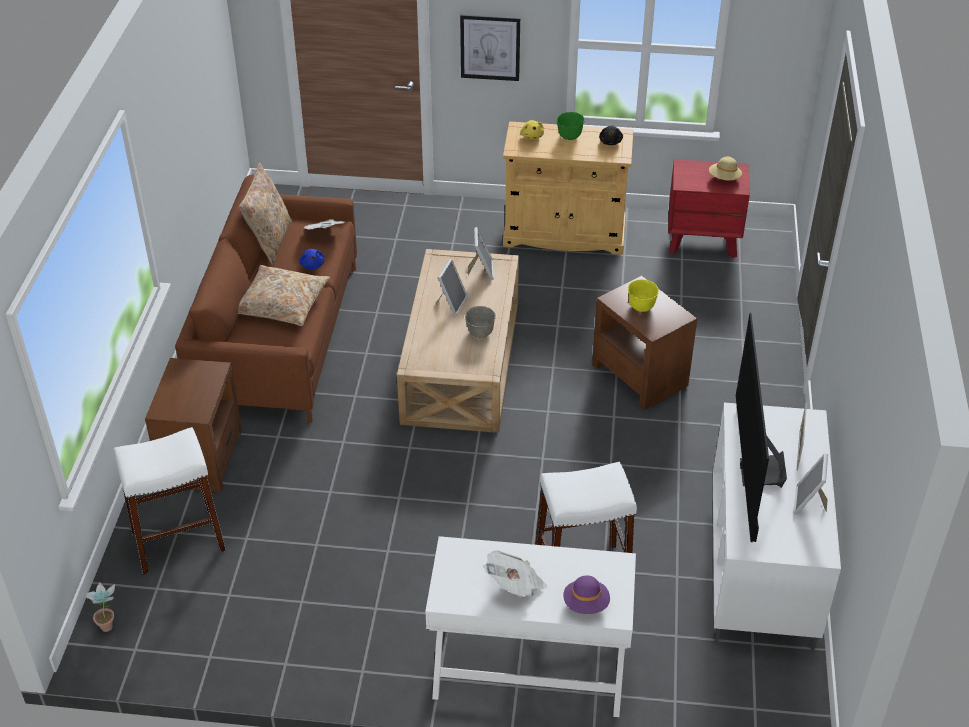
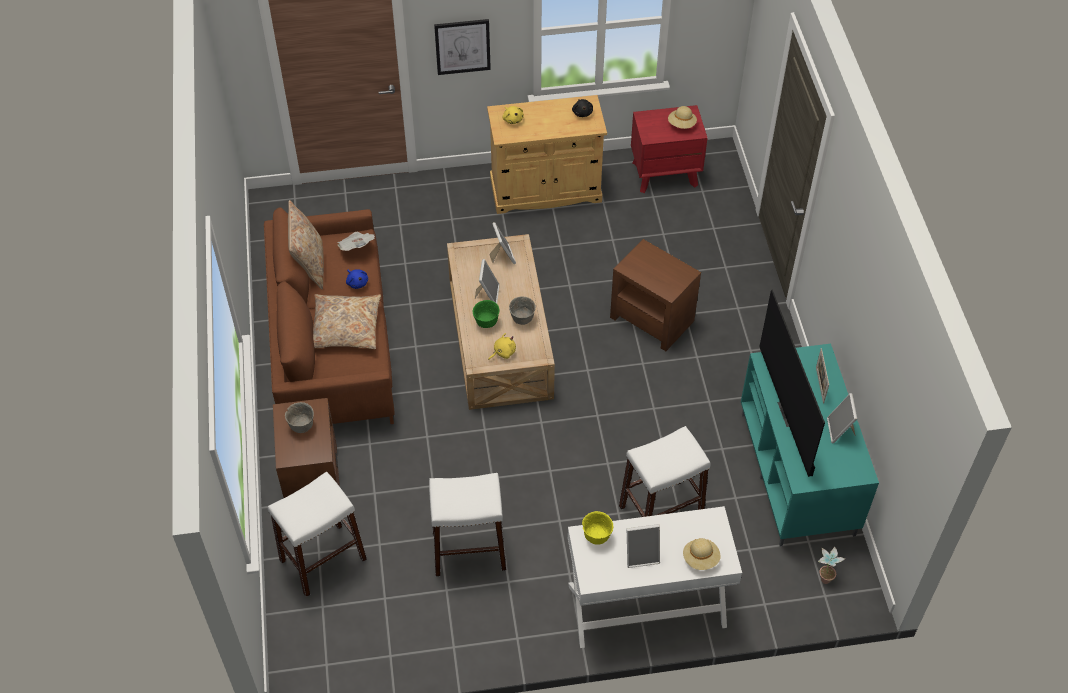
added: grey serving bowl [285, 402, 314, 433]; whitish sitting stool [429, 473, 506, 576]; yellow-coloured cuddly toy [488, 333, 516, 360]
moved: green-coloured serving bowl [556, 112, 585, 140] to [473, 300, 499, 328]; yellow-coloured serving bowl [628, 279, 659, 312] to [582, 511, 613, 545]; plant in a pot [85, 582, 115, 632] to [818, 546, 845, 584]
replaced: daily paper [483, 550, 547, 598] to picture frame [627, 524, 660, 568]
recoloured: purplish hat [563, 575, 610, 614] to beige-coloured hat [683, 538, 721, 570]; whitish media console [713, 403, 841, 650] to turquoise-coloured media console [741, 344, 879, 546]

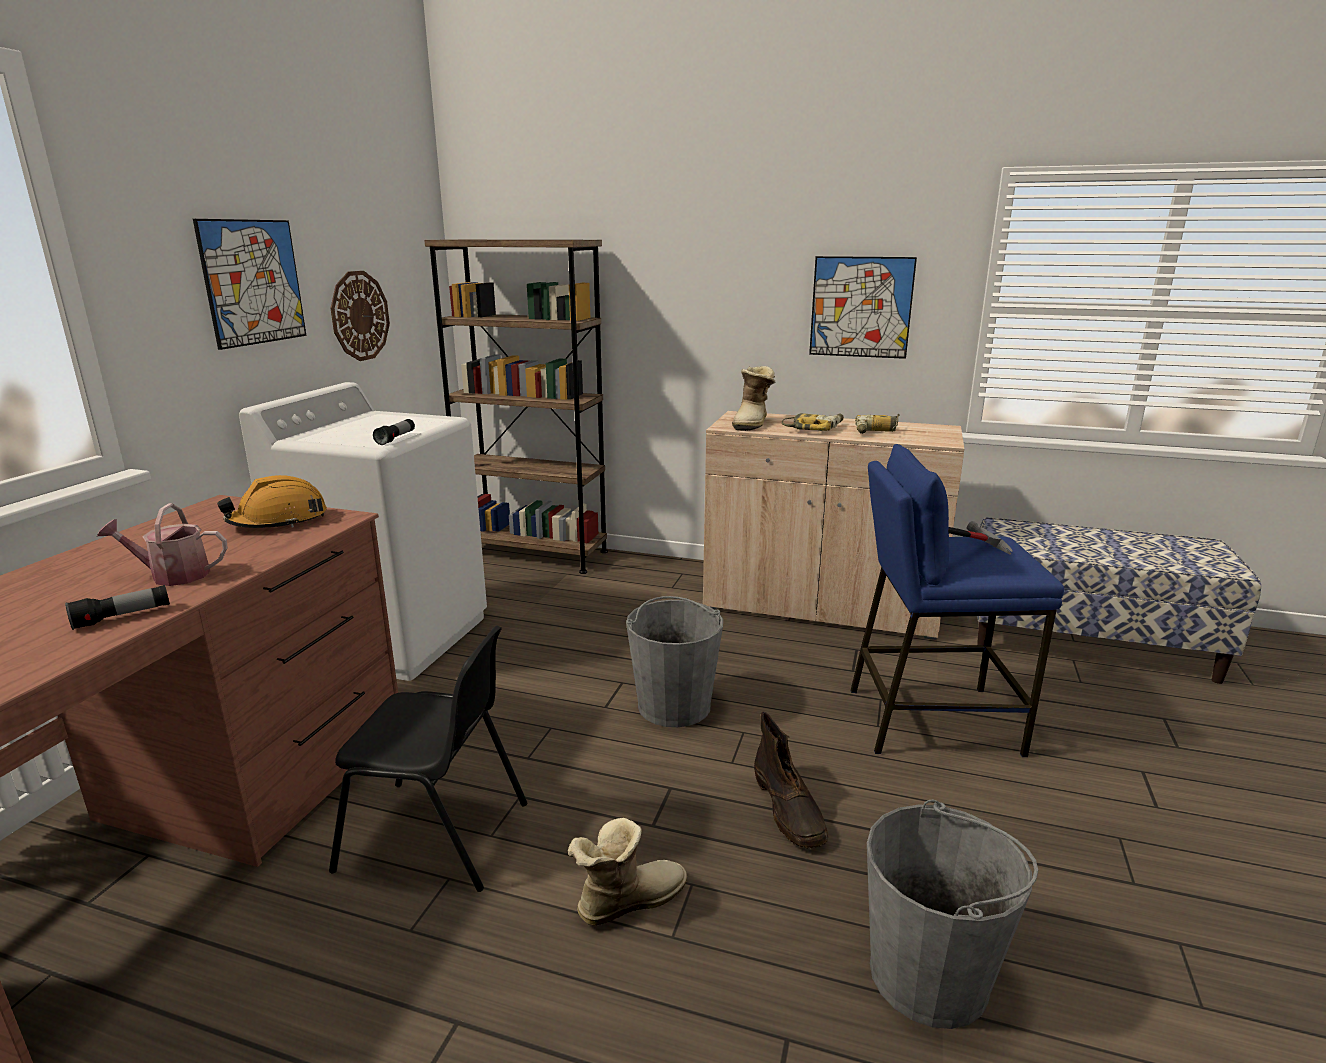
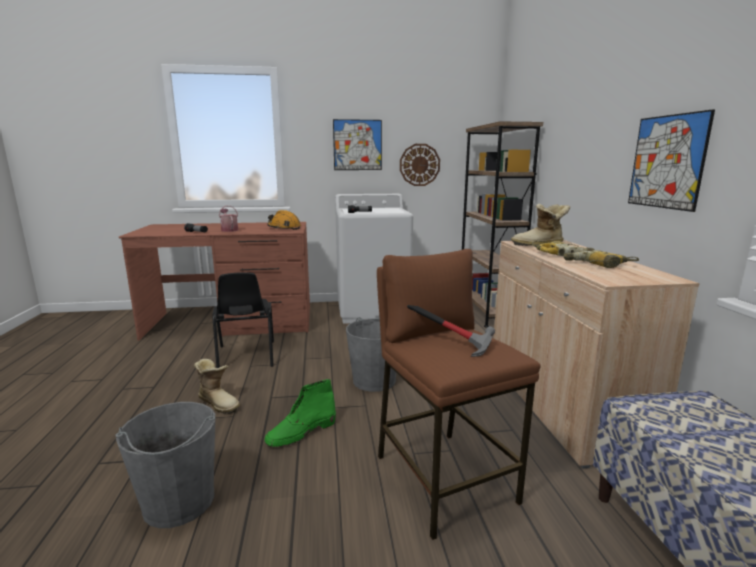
recoloured: brown tall boot [754, 711, 828, 848] to green-coloured tall boot [264, 379, 336, 447]; blue-coloured sitting stool [850, 444, 1064, 757] to brown sitting stool [377, 249, 541, 540]

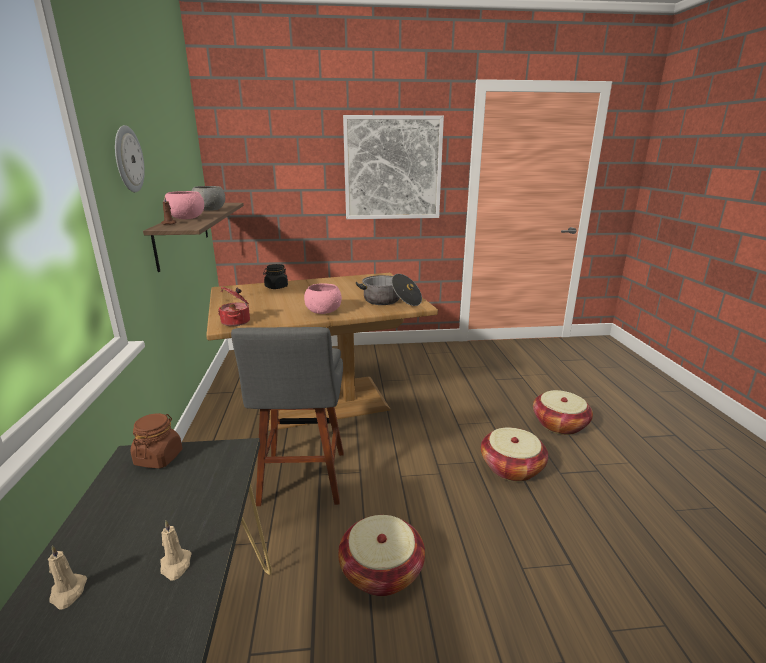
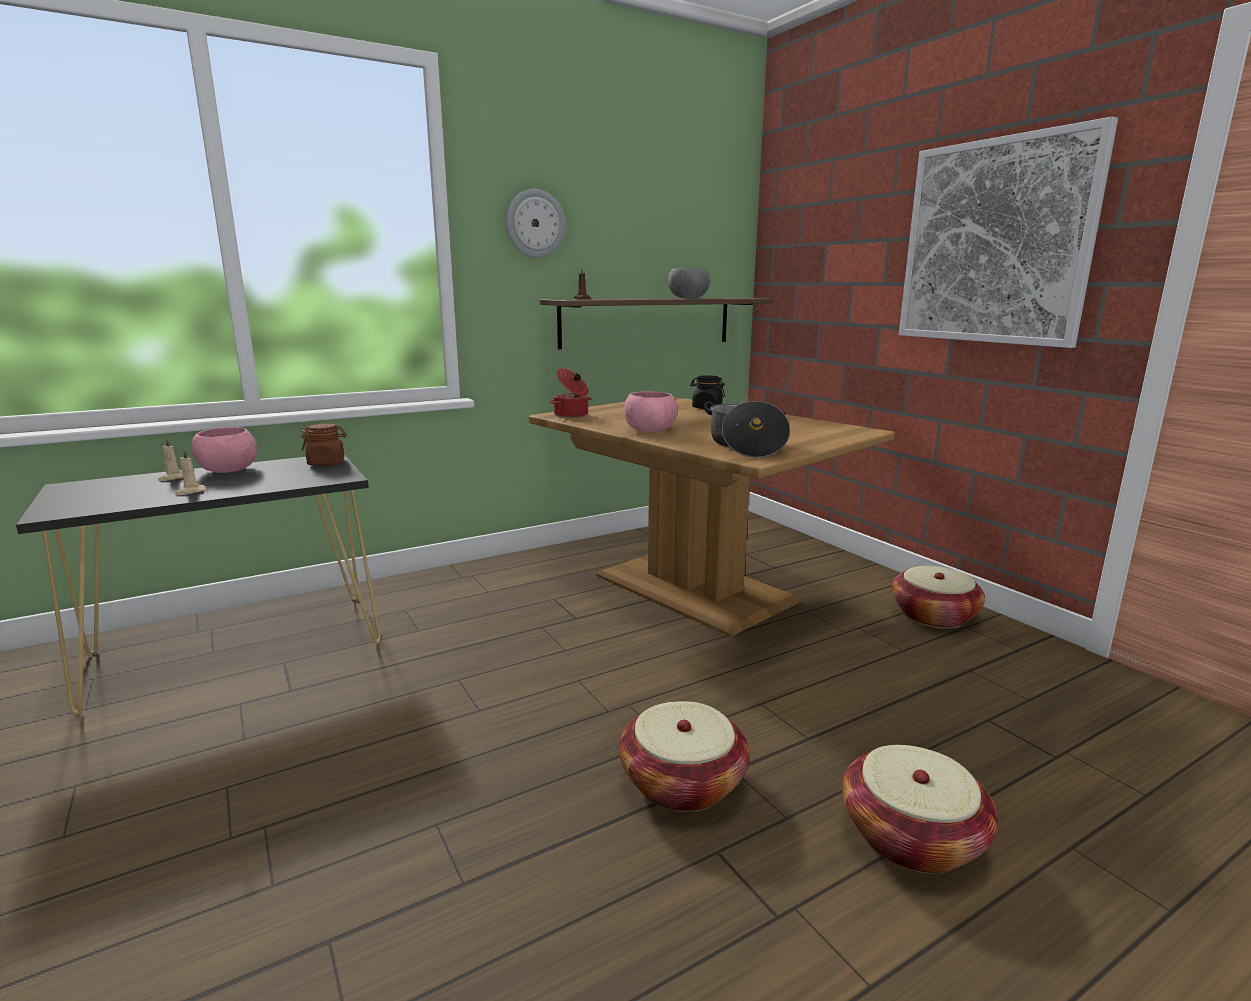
removed: grey sitting stool [231, 327, 344, 506]
moved: pinkish serving bowl [165, 191, 204, 219] to [191, 427, 257, 473]; storage basket [338, 515, 425, 596] to [892, 566, 985, 629]

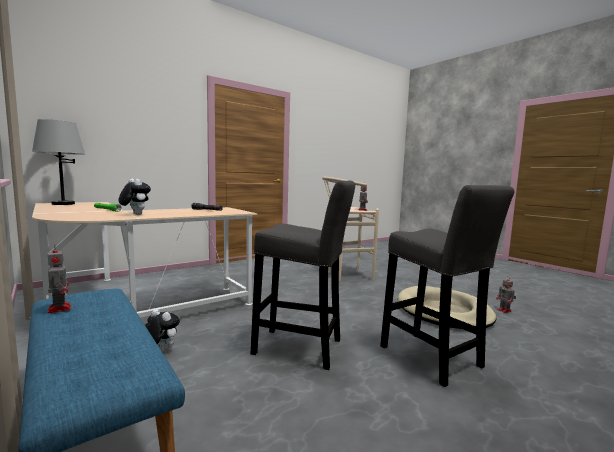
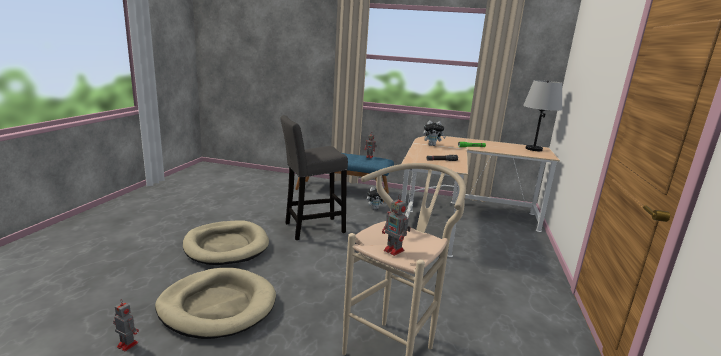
replaced: grey sitting stool [380, 185, 514, 387] to beige-coloured pet bed [183, 221, 269, 265]

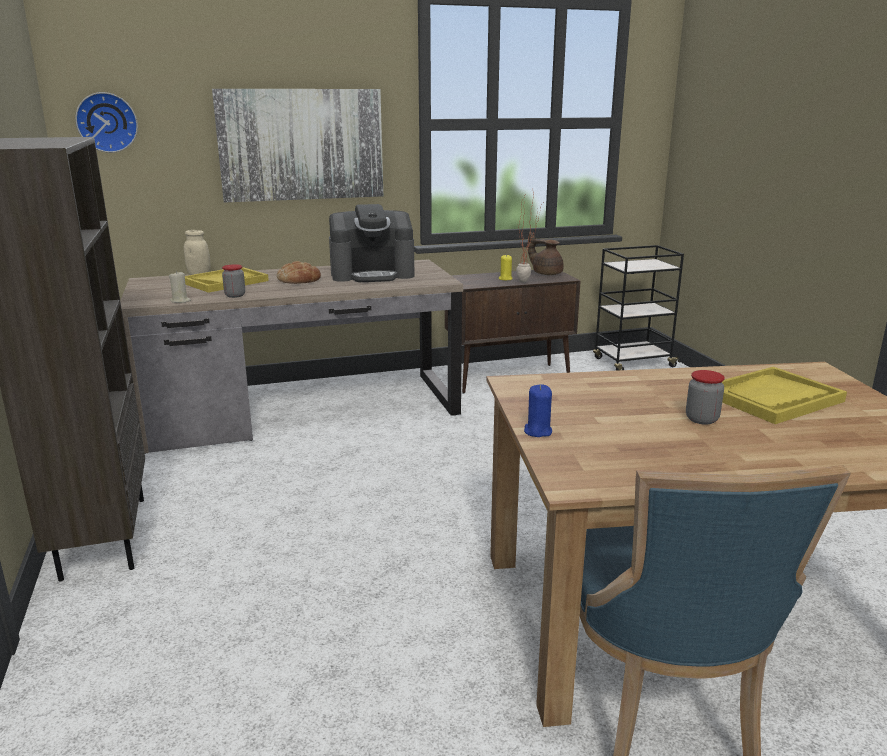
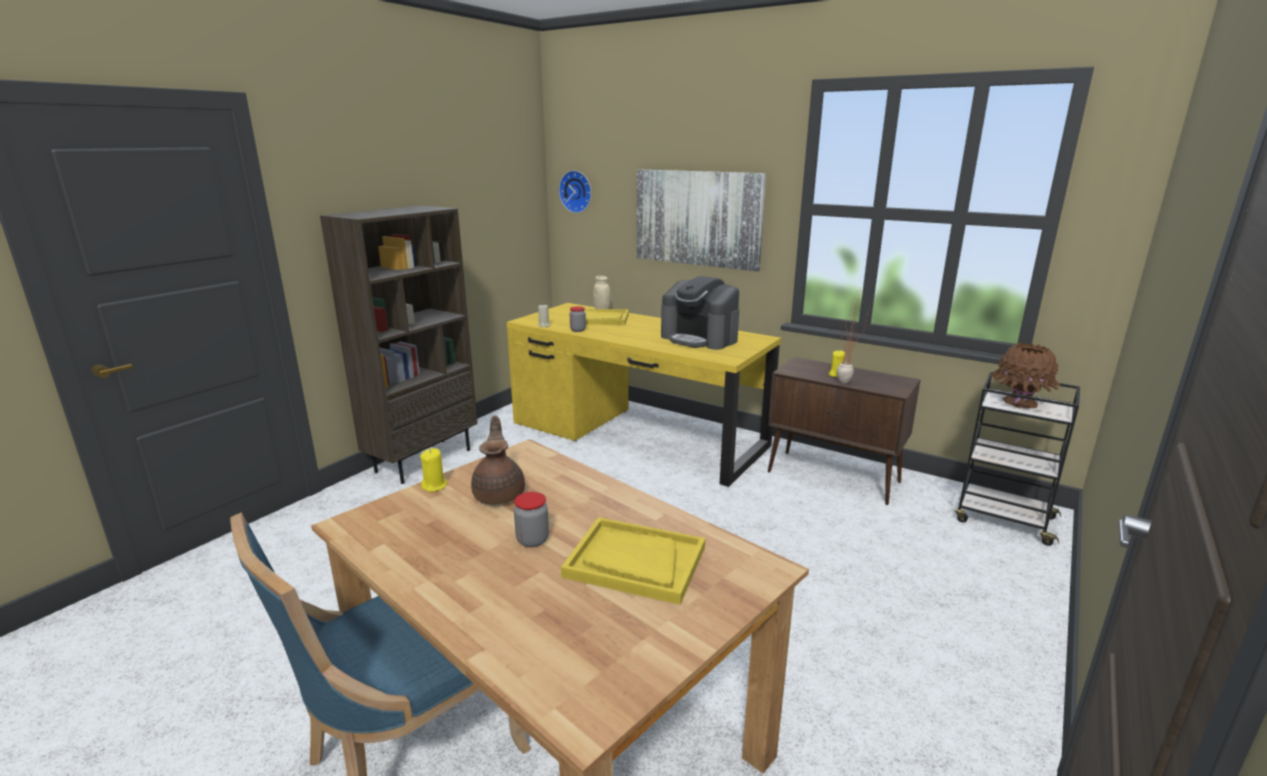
removed: bread [277, 261, 321, 284]
added: brown vase [989, 343, 1061, 409]
moved: brown teapot [528, 232, 564, 275] to [471, 416, 525, 505]
recoloured: blue-coloured wax light [524, 384, 552, 437] to yellow-coloured wax light [420, 448, 448, 492]; brown desk [120, 259, 463, 454] to yellow-coloured desk [507, 303, 781, 487]

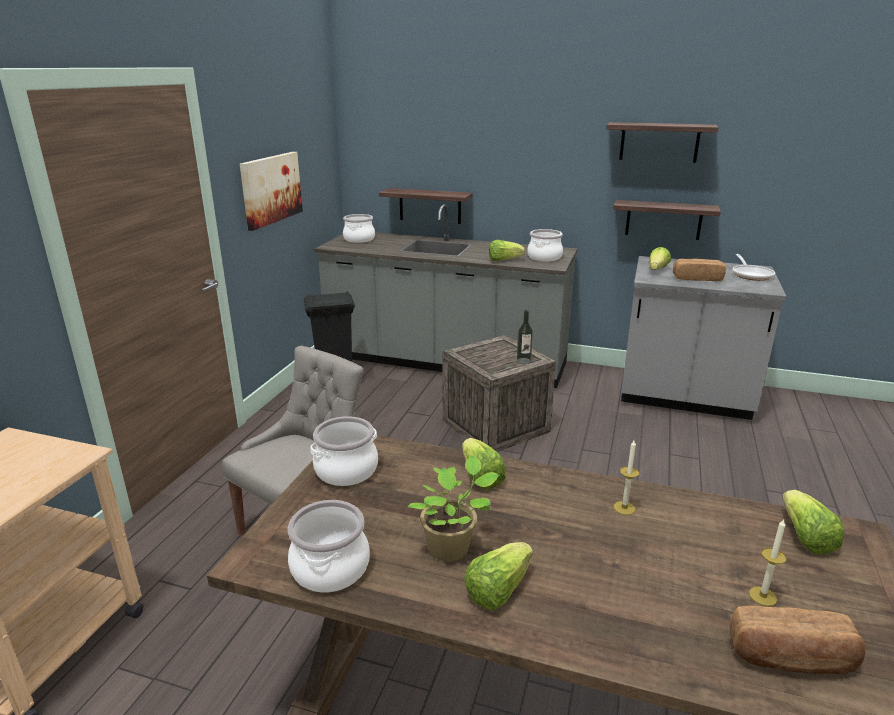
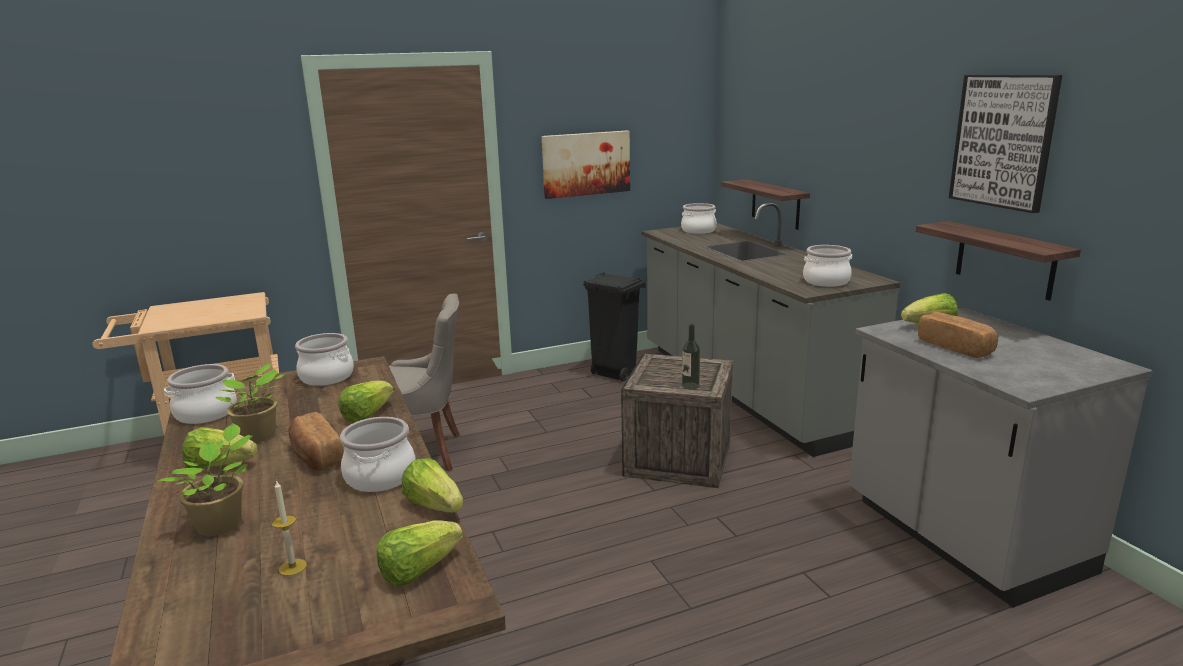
removed: frying pan [732, 254, 775, 281]
added: plant in a pot [158, 423, 252, 536]
moved: bread [730, 605, 865, 674] to [288, 412, 344, 471]; lettuce [489, 240, 525, 261] to [402, 458, 463, 513]
replaced: wax light [613, 440, 639, 515] to stockpot [340, 417, 416, 492]; wall shelf [606, 122, 719, 163] to wall art [949, 75, 1062, 213]

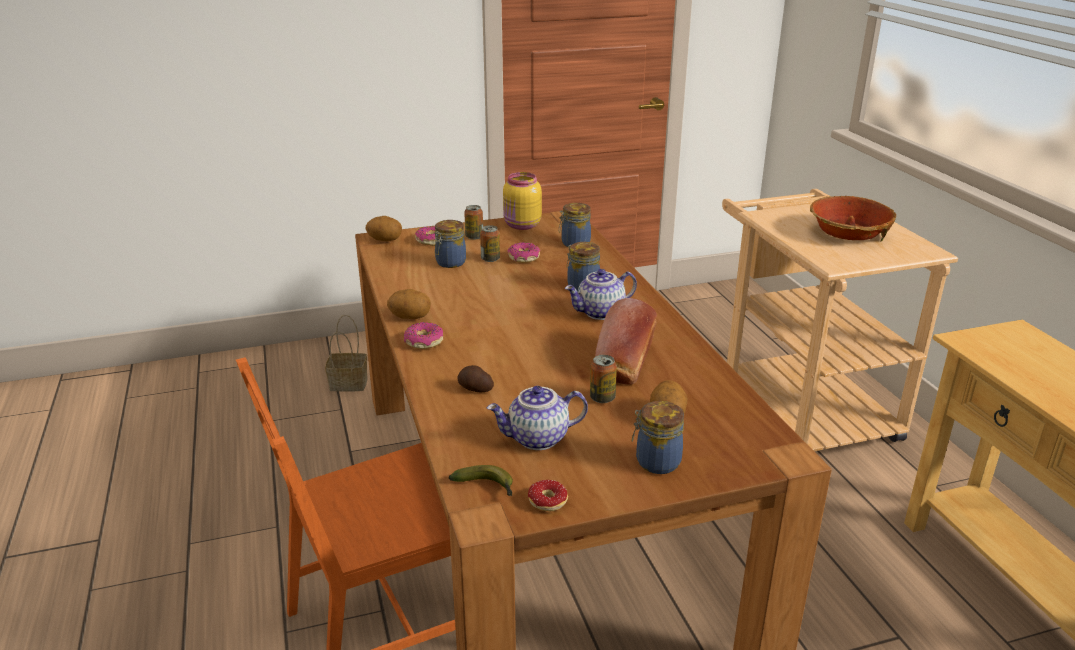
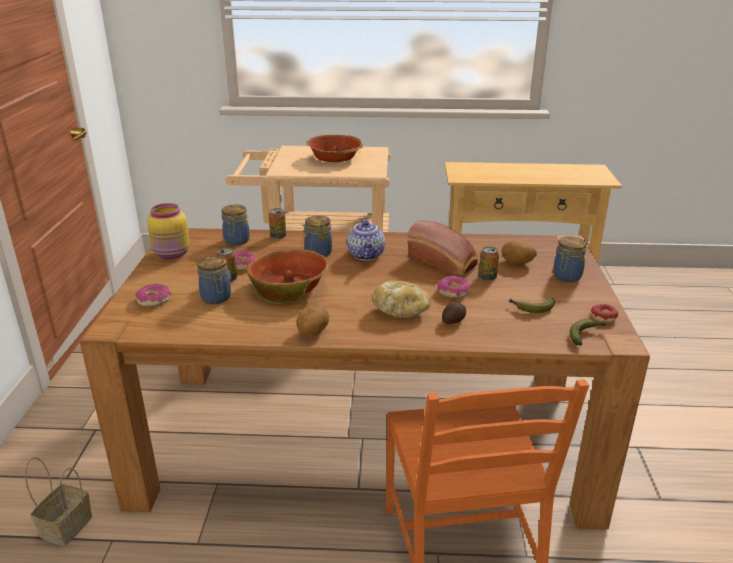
removed: spud [366, 216, 402, 241]
added: serving bowl [247, 249, 329, 304]; bread [372, 281, 431, 318]
moved: sealed can [464, 205, 483, 240] to [269, 208, 286, 239]; donut [404, 322, 443, 349] to [437, 276, 471, 298]
replaced: teapot [487, 386, 588, 450] to banana [508, 298, 555, 313]

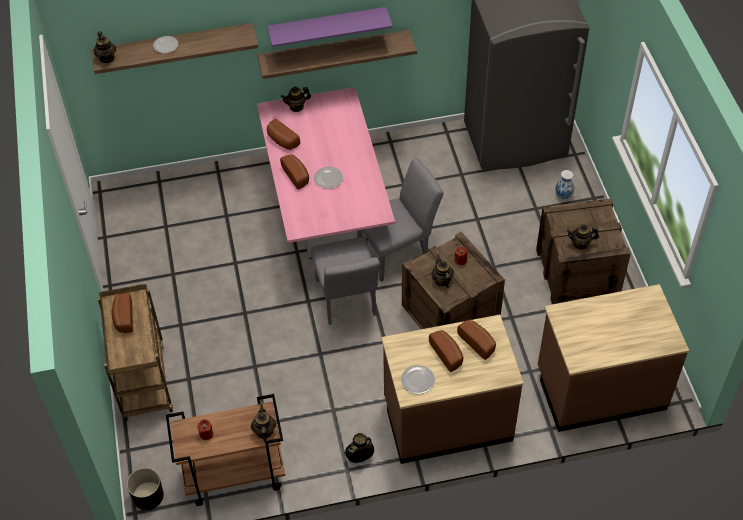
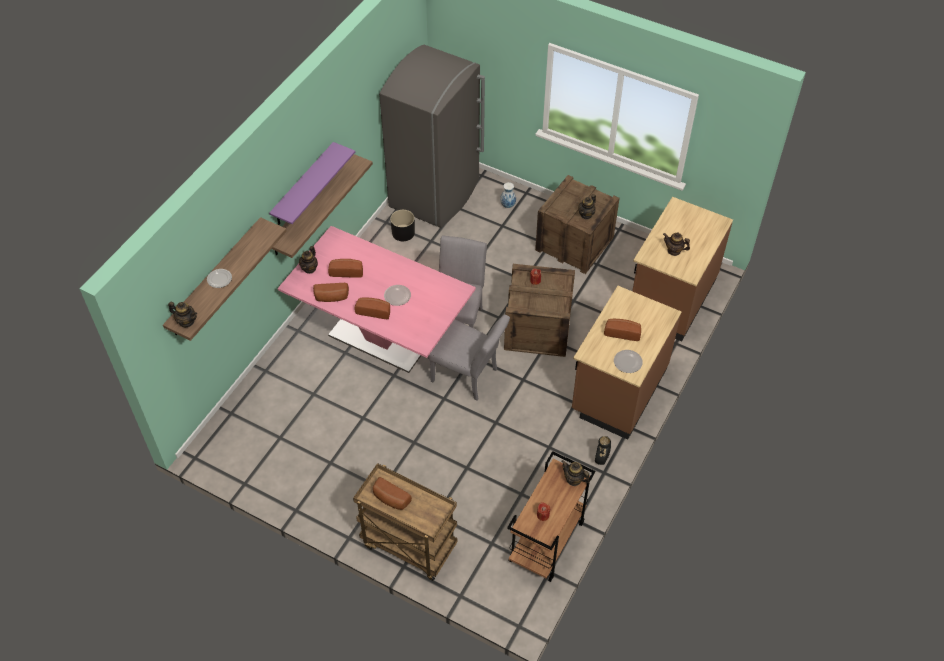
moved: bread [457, 320, 496, 360] to [328, 259, 363, 278]; blackish planter [127, 468, 164, 510] to [390, 210, 415, 241]; teapot [432, 255, 454, 288] to [663, 232, 690, 256]

